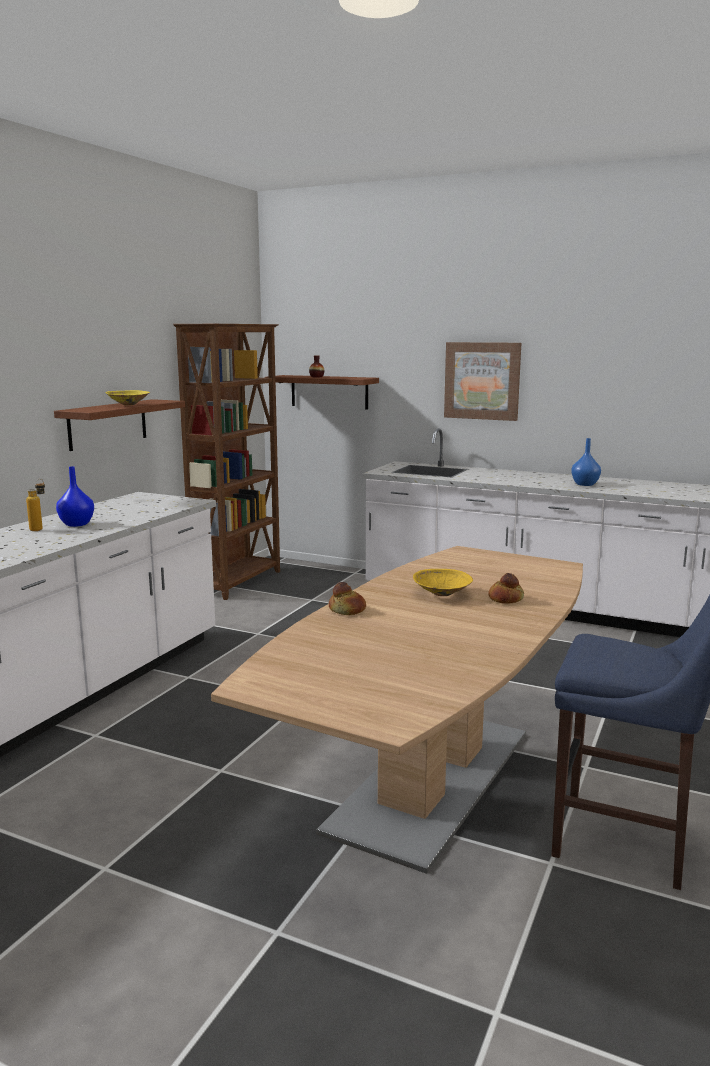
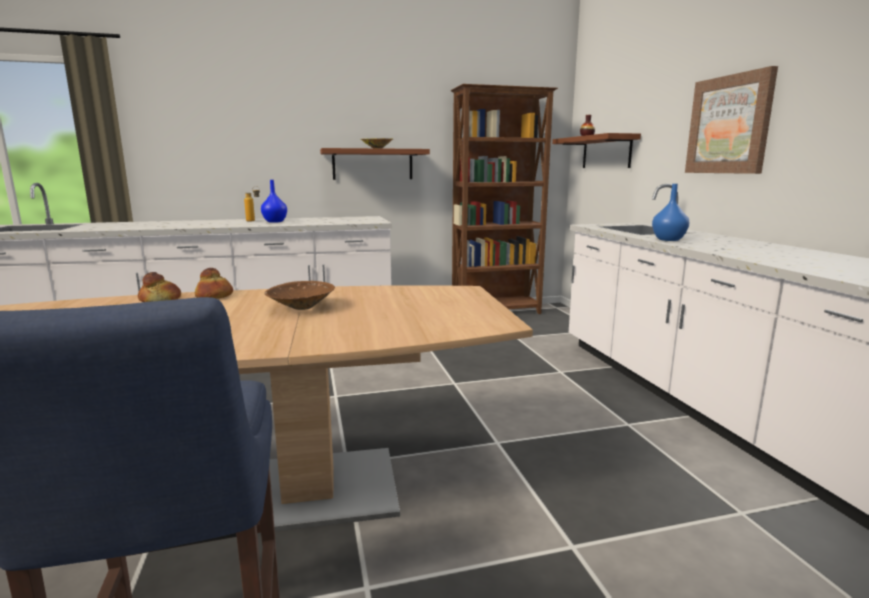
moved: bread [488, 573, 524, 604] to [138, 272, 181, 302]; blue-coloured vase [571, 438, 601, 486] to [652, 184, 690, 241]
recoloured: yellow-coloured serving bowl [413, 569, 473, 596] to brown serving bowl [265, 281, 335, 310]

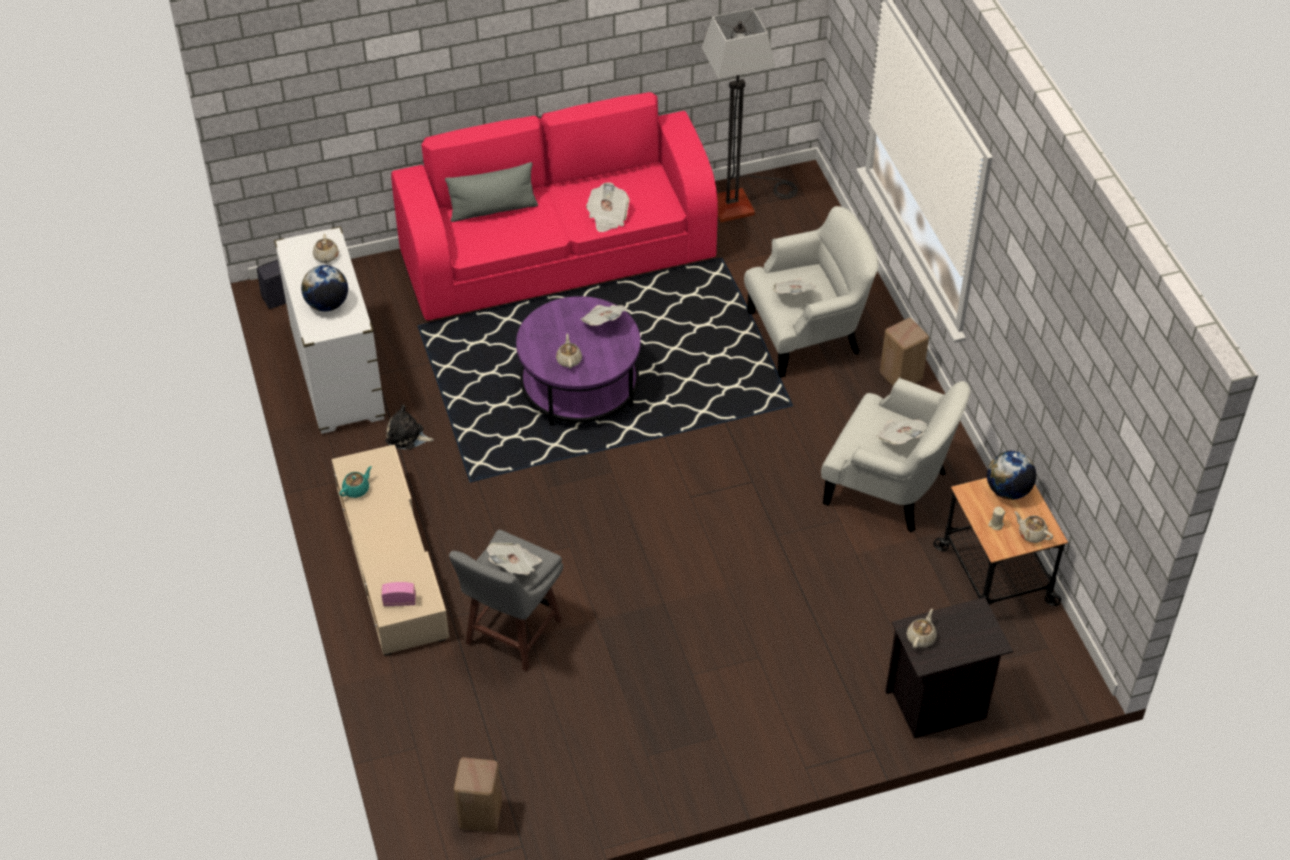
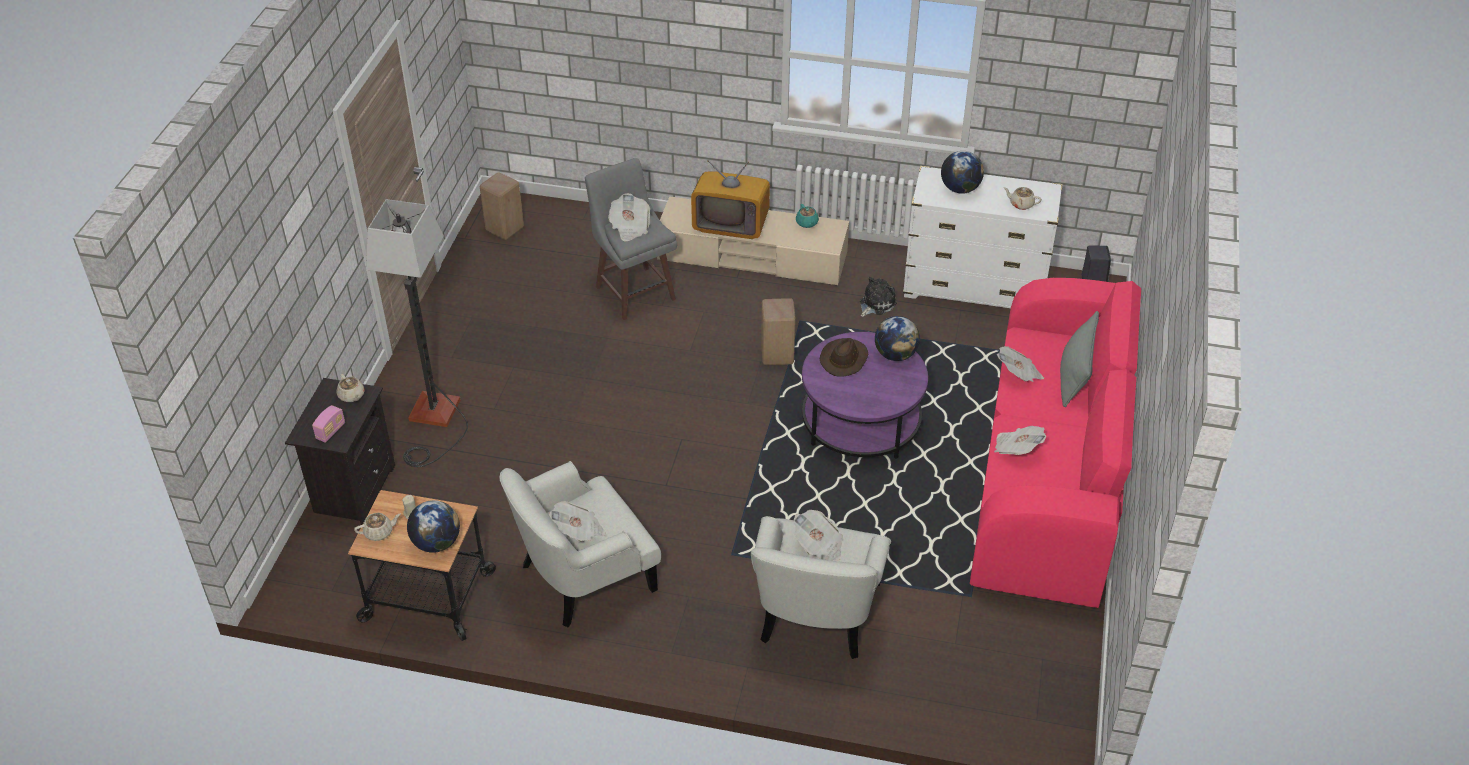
added: television [691, 160, 770, 239]; world globe [875, 316, 920, 361]
moved: radio receiver [381, 582, 416, 606] to [312, 405, 345, 443]; standing lamp [702, 8, 798, 223] to [366, 199, 468, 467]; beige-coloured sitting stool [880, 318, 929, 386] to [761, 298, 796, 365]; daily paper [581, 305, 626, 326] to [997, 346, 1044, 382]
replaced: beige-coloured teapot [556, 334, 582, 369] to brown hat [820, 338, 868, 377]

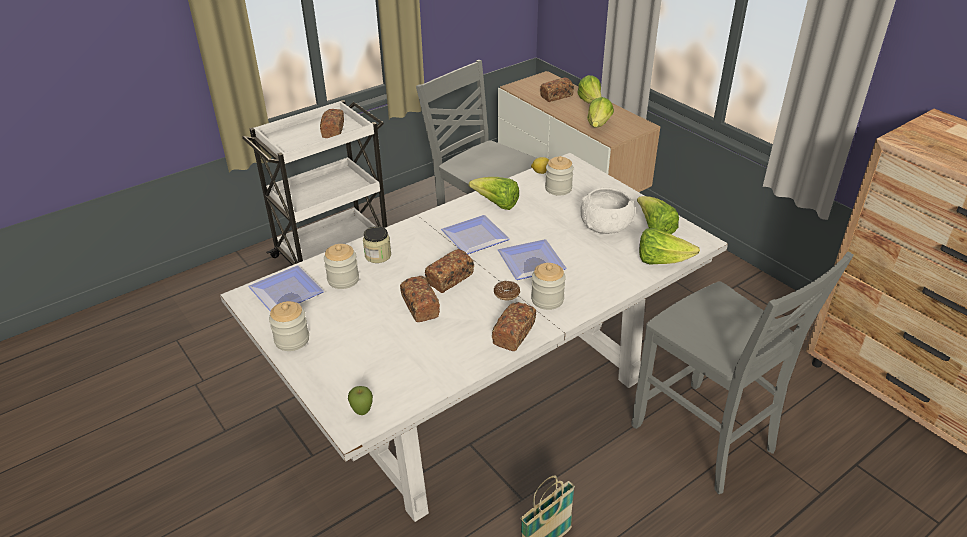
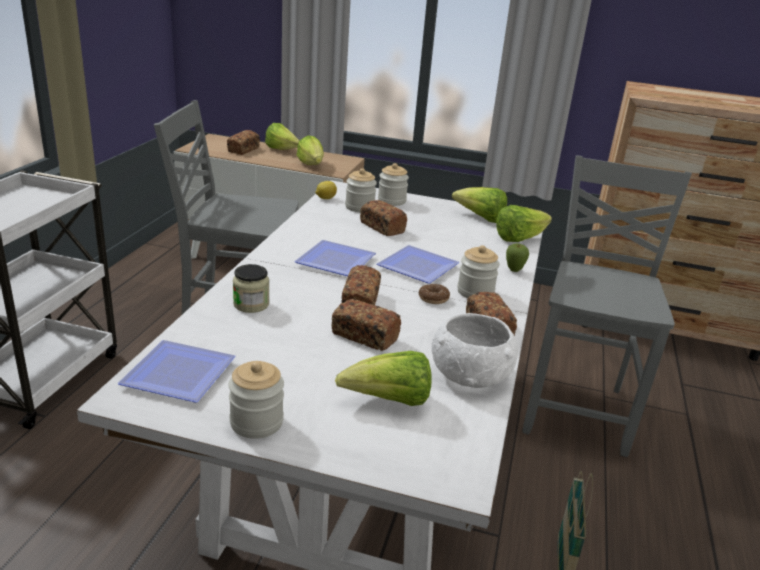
moved: lettuce [469, 177, 519, 210] to [335, 351, 432, 406]; bread [320, 109, 344, 138] to [360, 200, 407, 236]; preserve jar [324, 244, 359, 289] to [378, 163, 409, 206]; whitish serving bowl [580, 187, 635, 234] to [432, 313, 518, 388]; whole apple [348, 386, 373, 415] to [506, 243, 529, 272]
turned: grey upright chair [632, 252, 854, 494] = [522, 156, 692, 457] 90 degrees counterclockwise

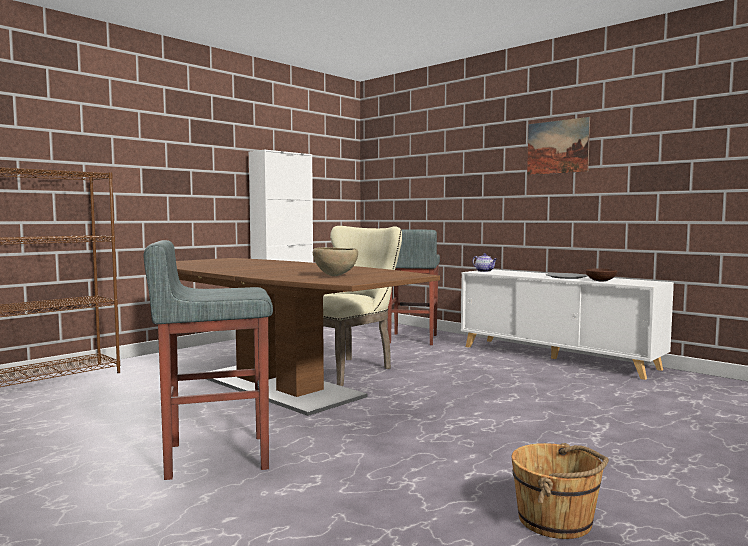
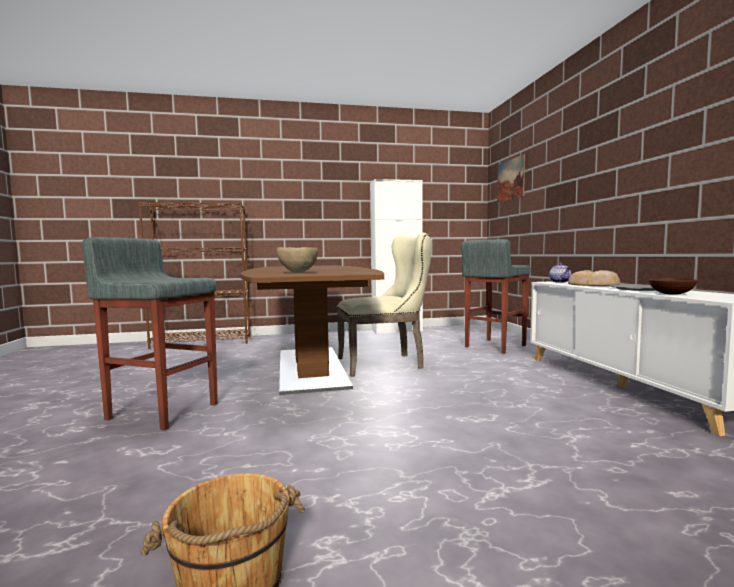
added: bread [568, 270, 620, 286]
moved: wall art [527, 117, 590, 175] to [497, 154, 525, 202]

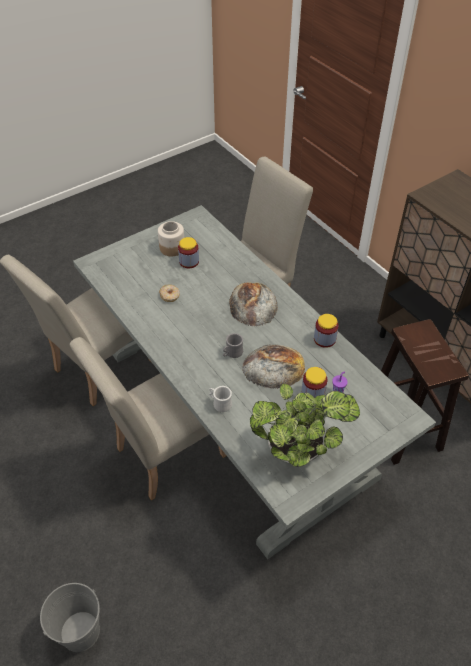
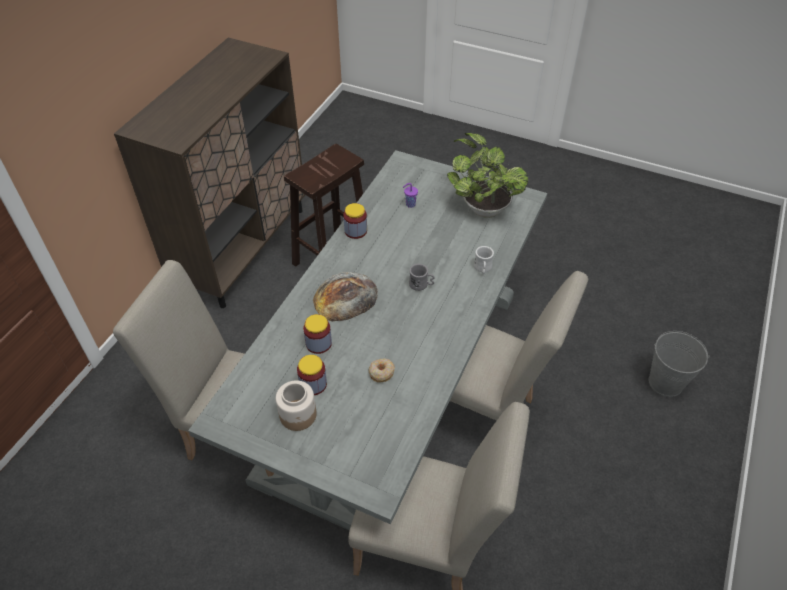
removed: bread [242, 344, 305, 389]
moved: preserve jar [301, 367, 328, 398] to [303, 314, 332, 354]

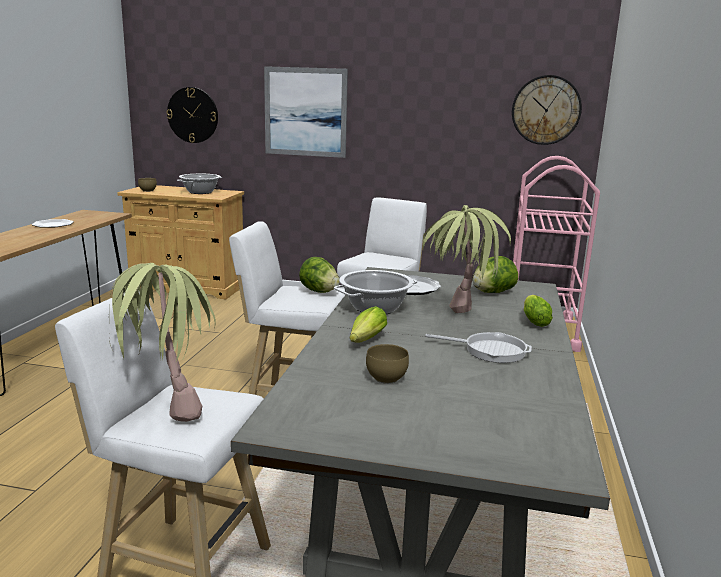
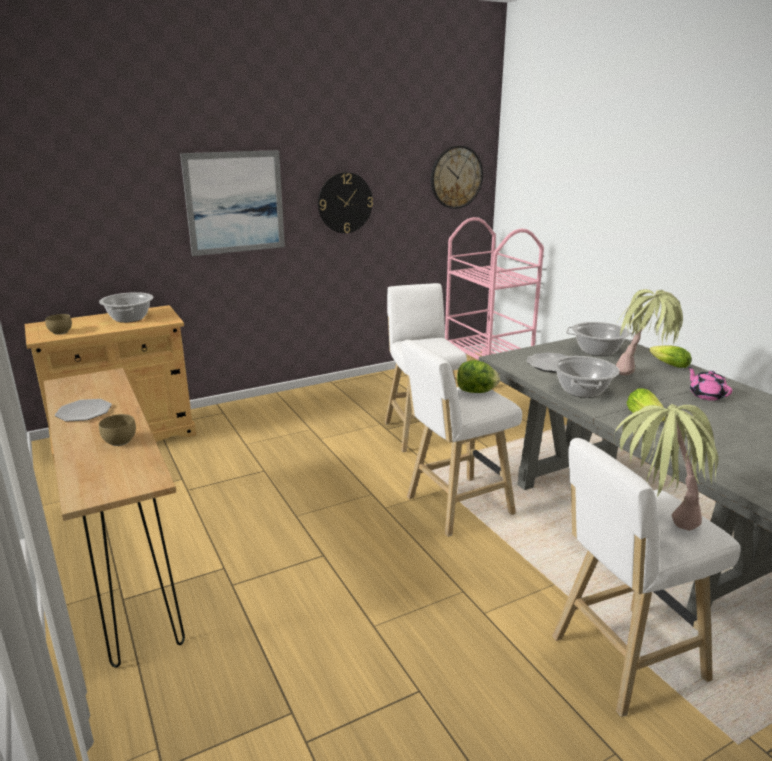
moved: brown serving bowl [366, 344, 409, 384] to [99, 414, 136, 446]; wall clock [167, 87, 218, 143] to [318, 172, 373, 233]
replaced: lettuce [473, 256, 518, 293] to stockpot [566, 322, 635, 356]; frying pan [425, 332, 532, 363] to pinkish teapot [688, 367, 732, 401]

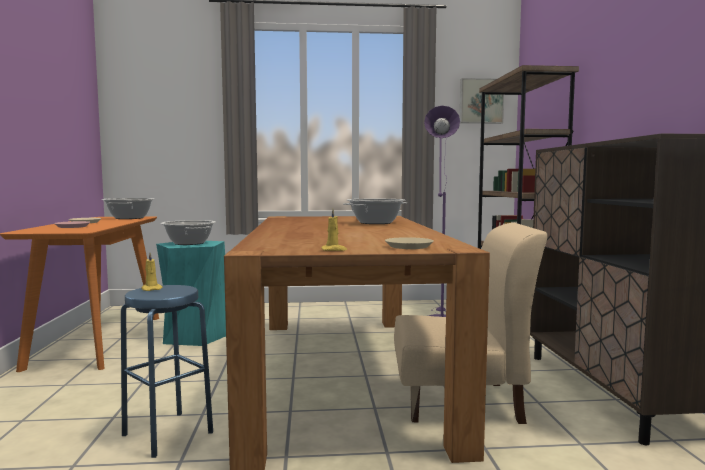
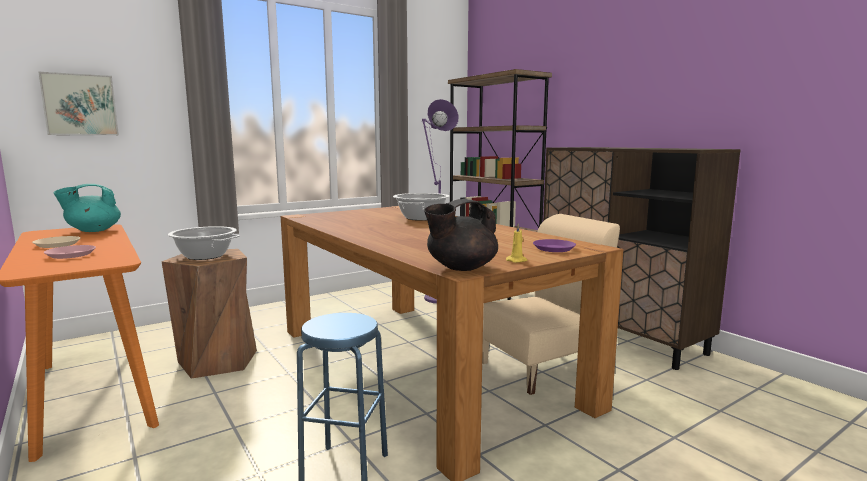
removed: yellow-coloured wax light [141, 253, 163, 291]
added: blackish teapot [424, 199, 498, 271]
moved: wall art [460, 78, 504, 124] to [38, 72, 119, 135]
replaced: stockpot [102, 198, 155, 219] to turquoise-coloured teapot [53, 184, 121, 232]
recoloured: turquoise-coloured sitting stool [156, 241, 226, 346] to brown sitting stool [161, 249, 257, 379]; beige-coloured flat dish [385, 237, 434, 249] to purplish flat dish [533, 239, 576, 252]

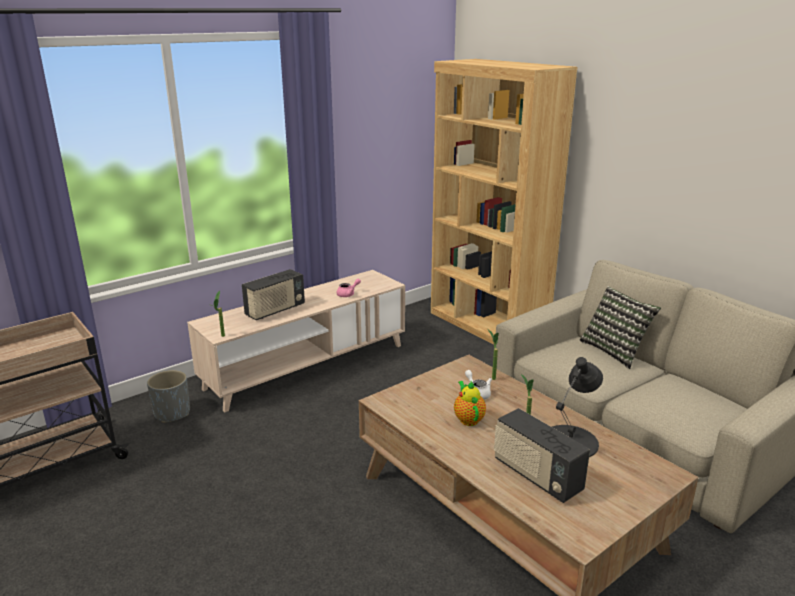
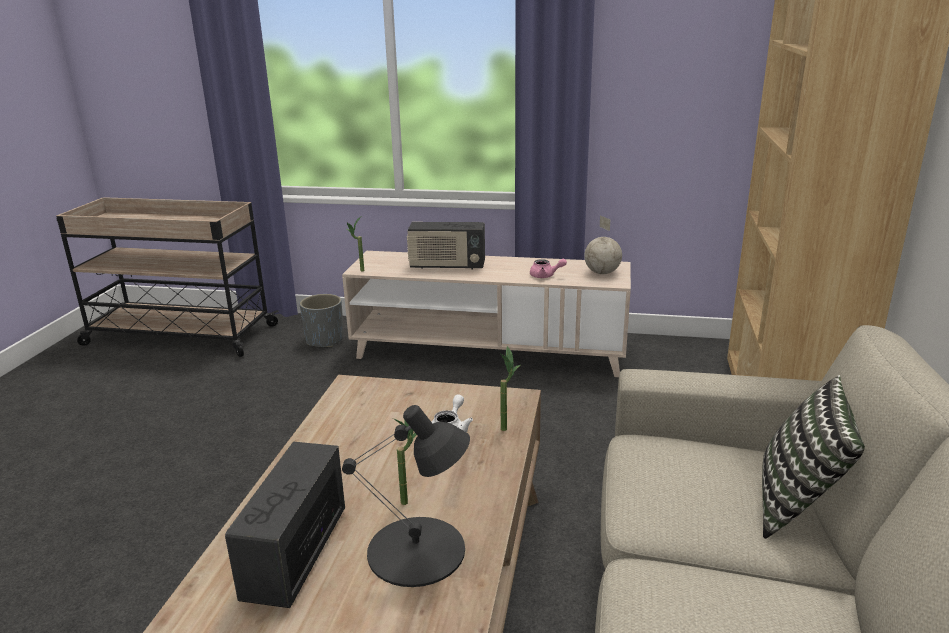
removed: teapot [454, 381, 486, 426]
added: world globe [584, 215, 622, 274]

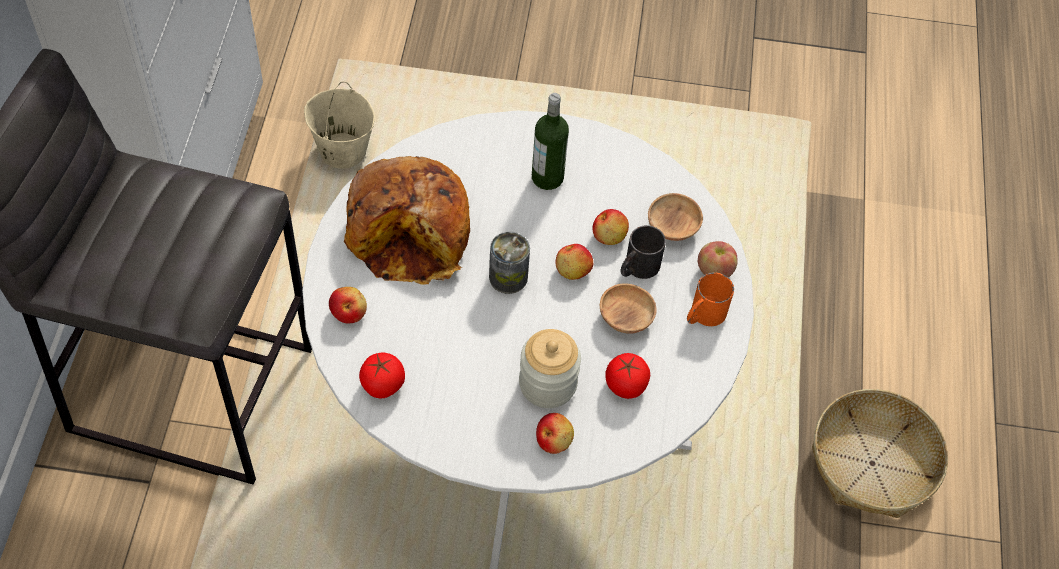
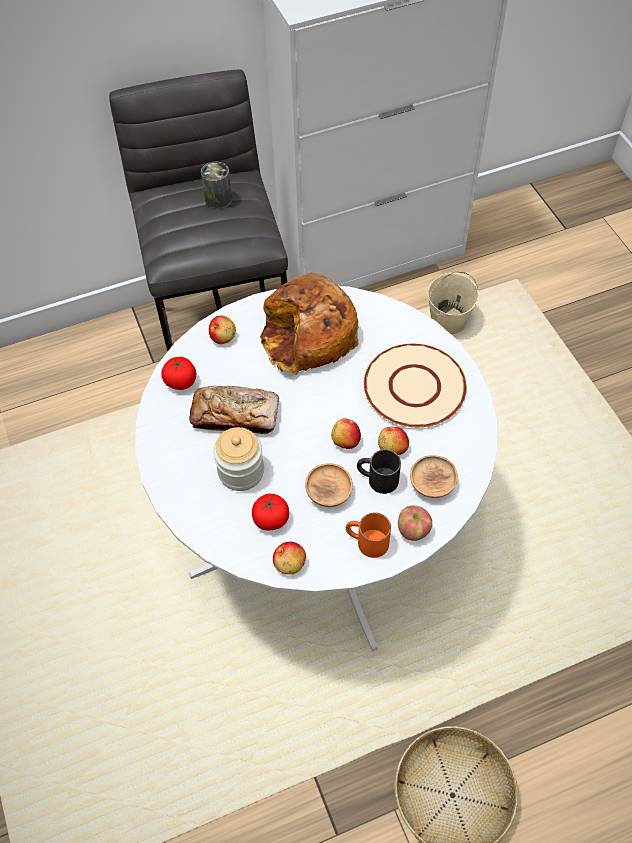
added: bread [189, 386, 279, 434]
moved: sealed can [489, 232, 530, 294] to [201, 162, 232, 209]; whole apple [536, 413, 574, 454] to [273, 542, 306, 574]
replaced: beverage bottle [532, 93, 569, 190] to beige-coloured flat dish [364, 344, 467, 427]

